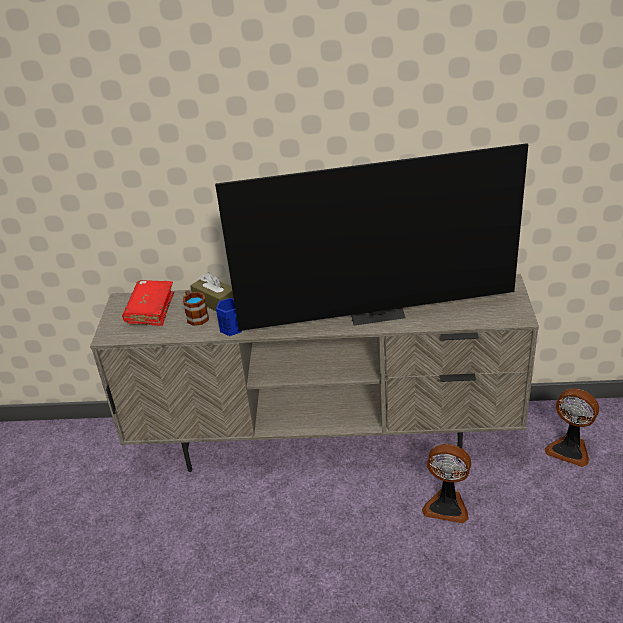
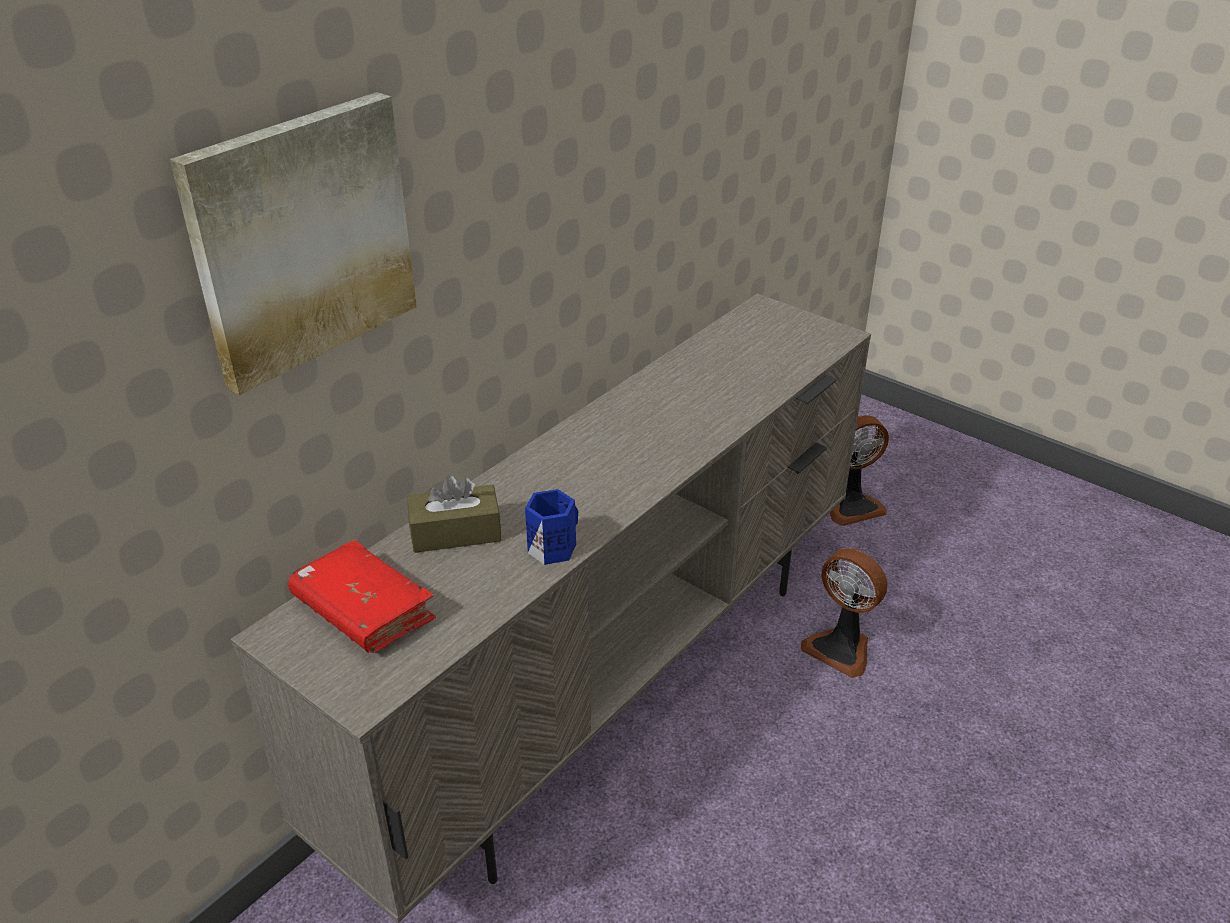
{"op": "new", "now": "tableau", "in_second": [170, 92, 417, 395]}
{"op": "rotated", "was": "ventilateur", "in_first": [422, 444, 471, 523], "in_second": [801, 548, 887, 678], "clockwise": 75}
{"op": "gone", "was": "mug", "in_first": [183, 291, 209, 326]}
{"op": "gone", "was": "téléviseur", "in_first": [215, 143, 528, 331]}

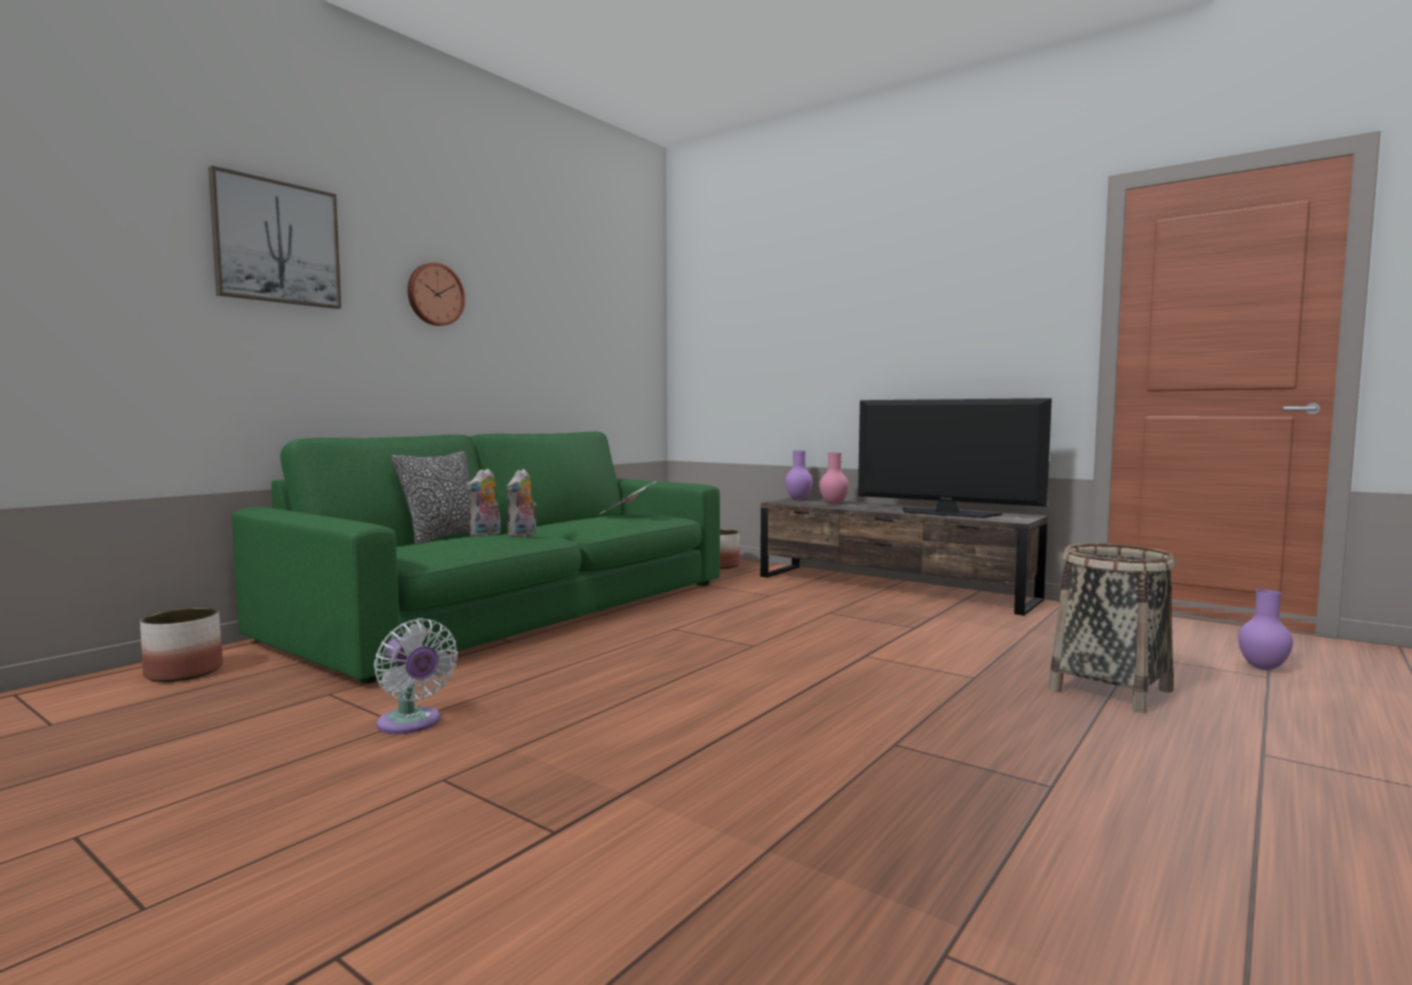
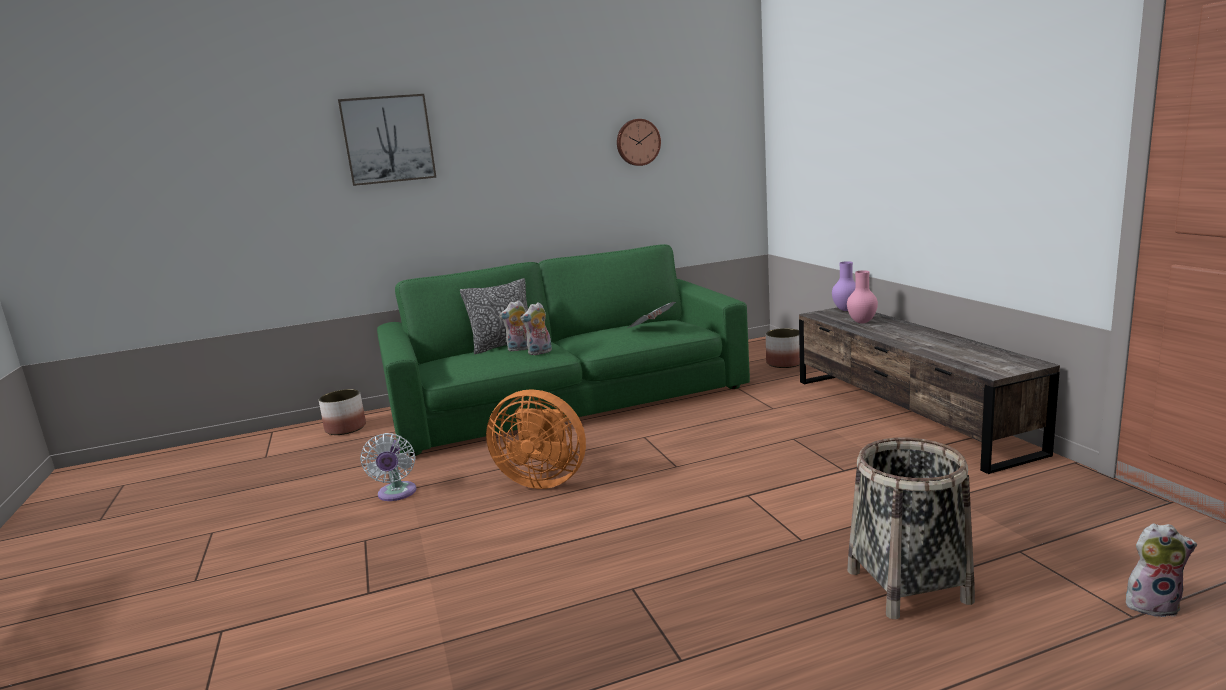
{"op": "new", "now": "ventilateur/orange", "in_second": [486, 389, 586, 489]}
{"op": "shifted", "was": "horloge murale", "in_first": [407, 263, 465, 326], "in_second": [617, 119, 661, 166]}
{"op": "swapped", "was": "vase/violet", "now": "peluche", "in_first": [1238, 589, 1293, 670], "in_second": [1126, 523, 1197, 617]}
{"op": "gone", "was": "téléviseur", "in_first": [858, 398, 1052, 518]}

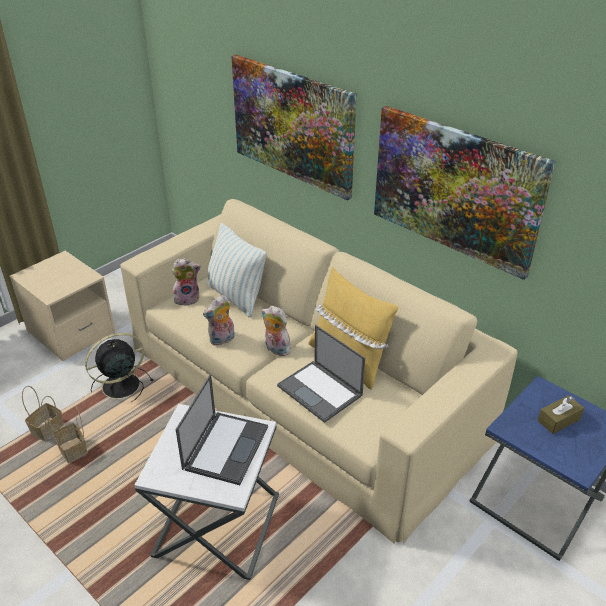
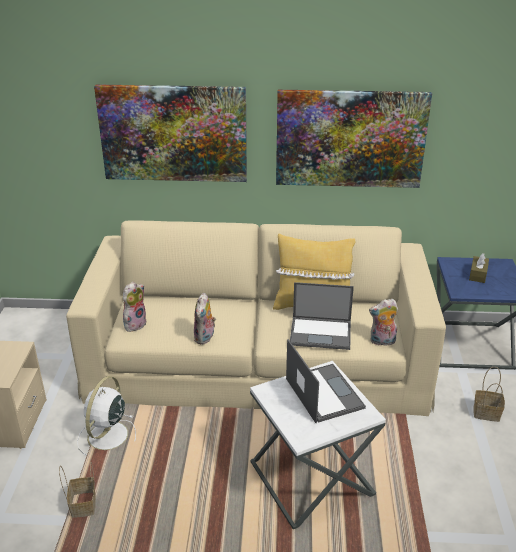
{"op": "repainted", "was": "ventilateur/noir", "now": "ventilateur/blanc", "in_first": [85, 333, 153, 402], "in_second": [77, 376, 136, 456]}
{"op": "shifted", "was": "peluche", "in_first": [261, 306, 291, 356], "in_second": [369, 299, 398, 346]}
{"op": "shifted", "was": "panier", "in_first": [47, 406, 88, 463], "in_second": [473, 367, 505, 422]}
{"op": "gone", "was": "coussin", "in_first": [207, 223, 267, 317]}

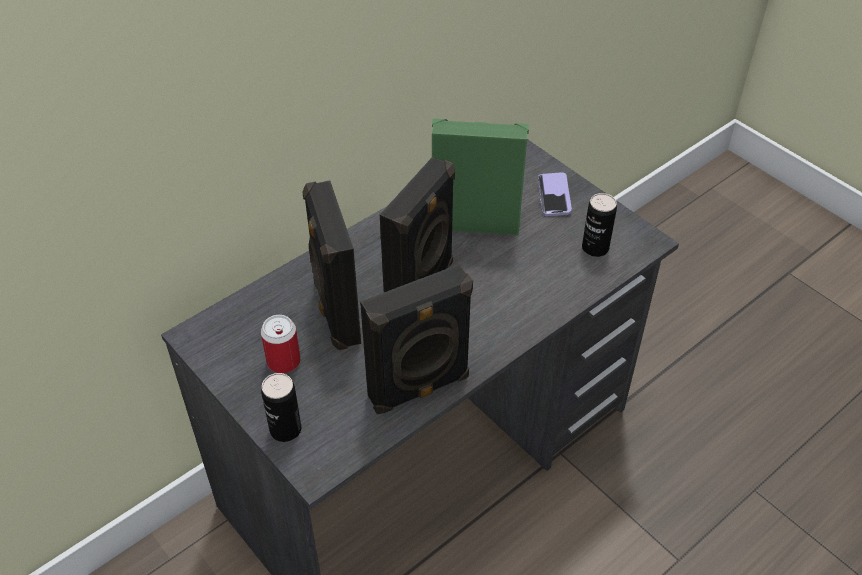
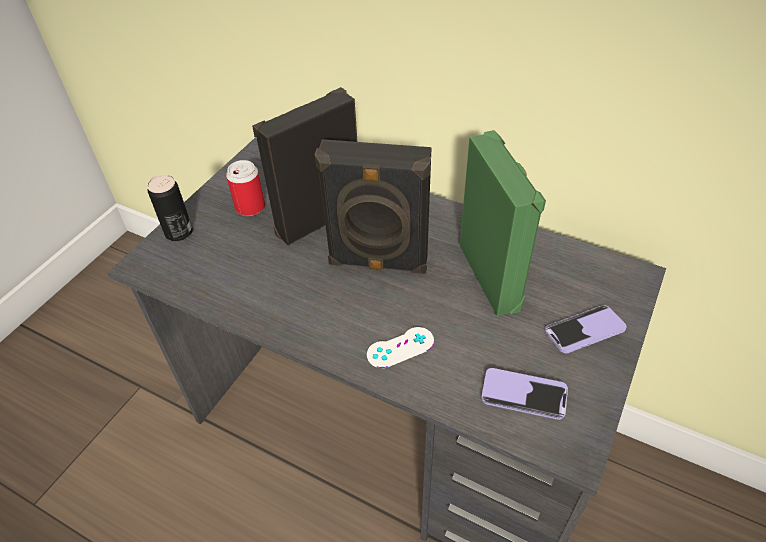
{"op": "new", "now": "manette/blanc", "in_second": [367, 327, 434, 368]}
{"op": "swapped", "was": "boîte métallique", "now": "téléphone", "in_first": [582, 193, 617, 257], "in_second": [481, 368, 568, 420]}
{"op": "gone", "was": "enceinte/noir", "in_first": [360, 264, 473, 414]}

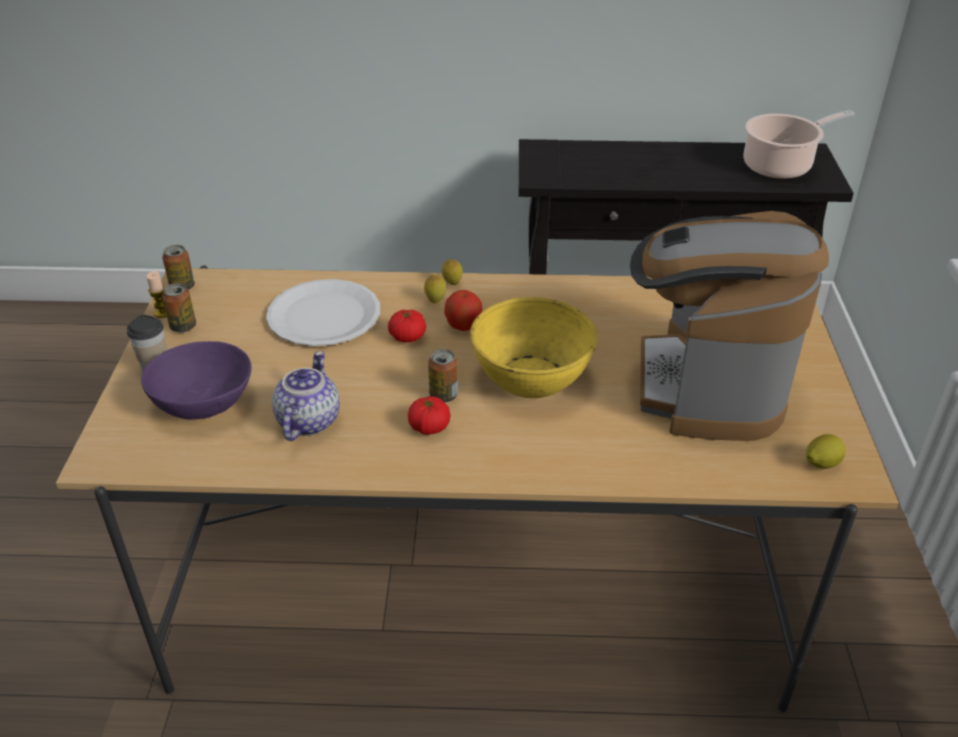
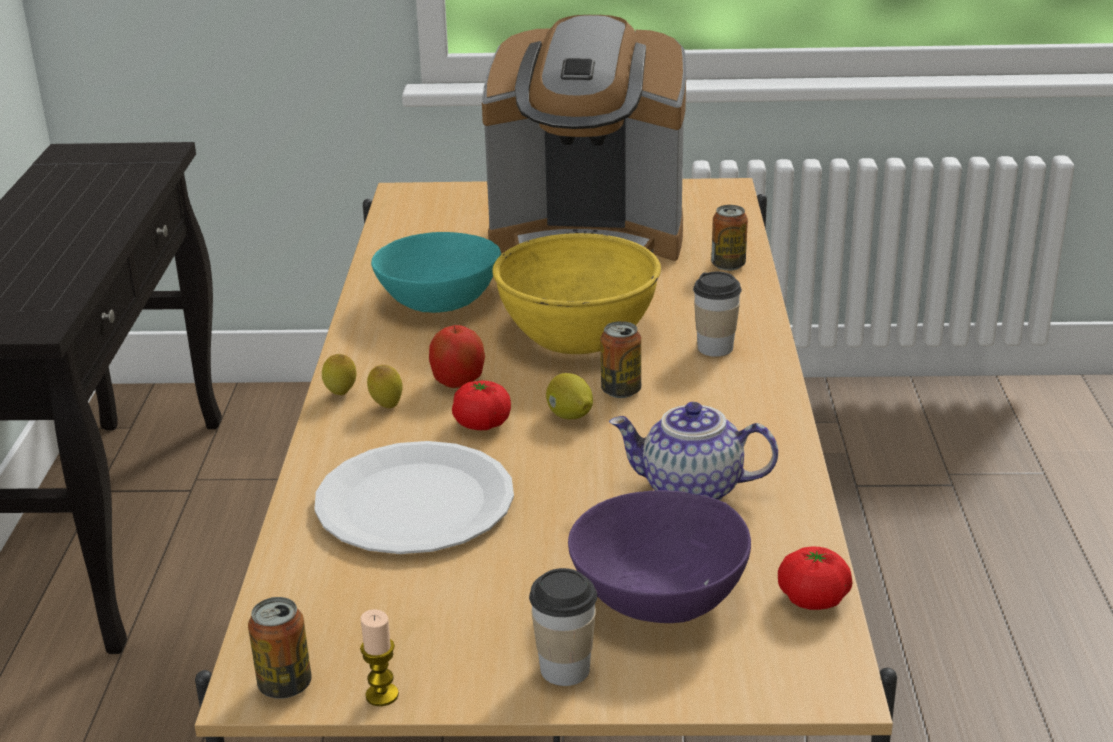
{"op": "new", "now": "bol/turquoise", "in_second": [371, 232, 501, 313]}
{"op": "shifted", "was": "citron", "in_first": [806, 434, 846, 469], "in_second": [546, 373, 593, 419]}
{"op": "new", "now": "tasse", "in_second": [693, 272, 742, 357]}
{"op": "shifted", "was": "boîte métallique", "in_first": [162, 283, 196, 333], "in_second": [711, 205, 748, 271]}
{"op": "shifted", "was": "tomate", "in_first": [408, 396, 450, 435], "in_second": [778, 547, 853, 610]}
{"op": "gone", "was": "marmite", "in_first": [744, 110, 855, 179]}

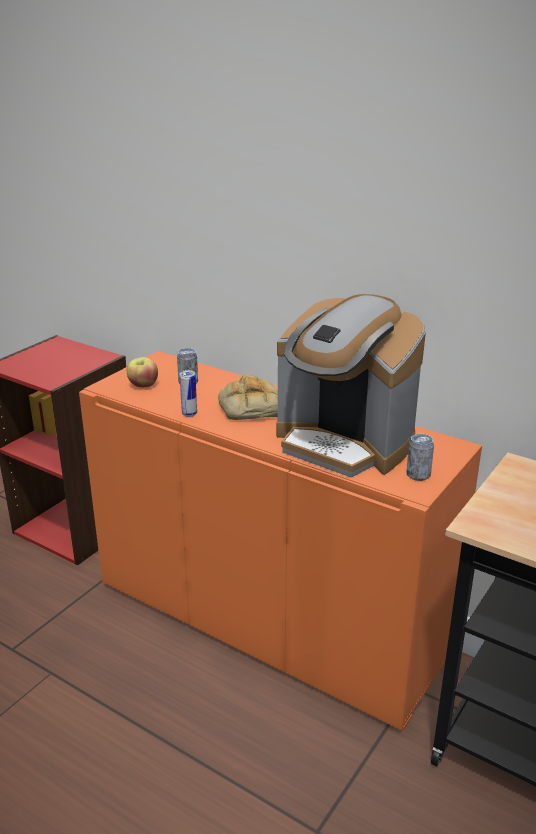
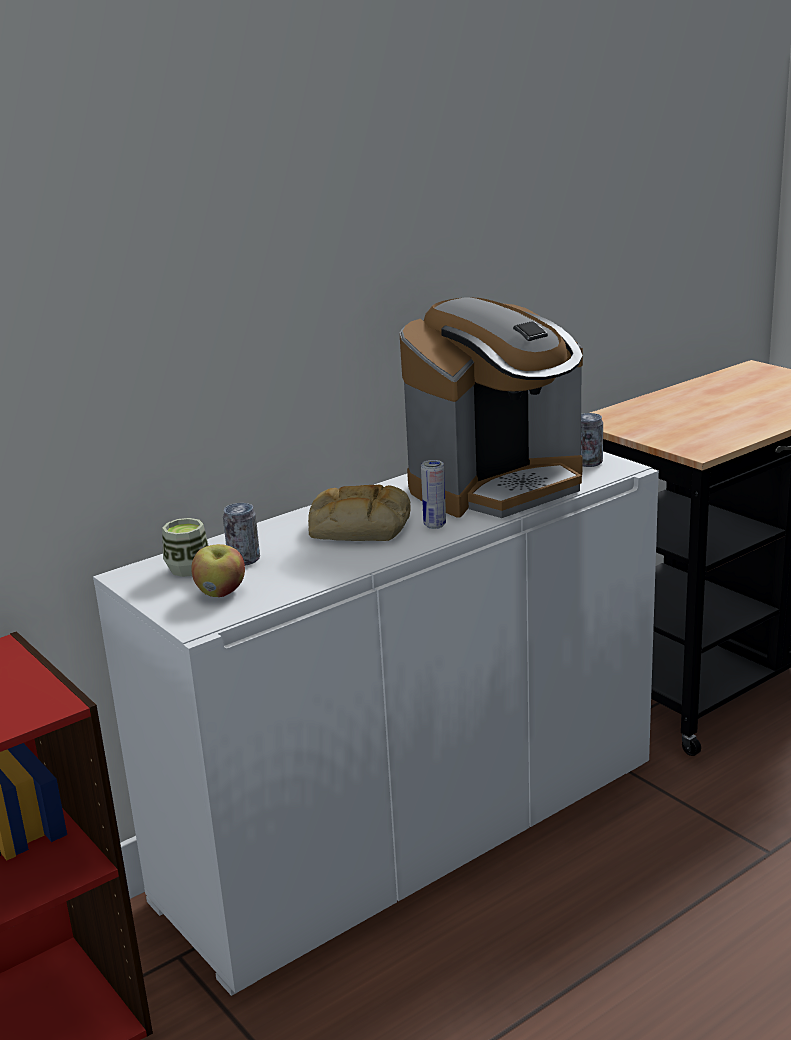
{"op": "repainted", "was": "meuble de rangement/orange", "now": "meuble de rangement/blanc", "in_first": [79, 351, 482, 731], "in_second": [93, 451, 659, 996]}
{"op": "new", "now": "tasse", "in_second": [162, 518, 209, 577]}
{"op": "shifted", "was": "boîte métallique", "in_first": [180, 370, 197, 417], "in_second": [421, 460, 446, 529]}

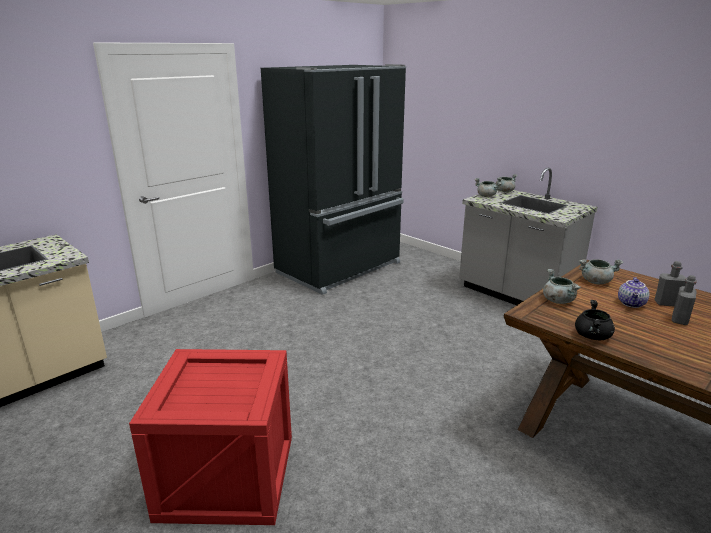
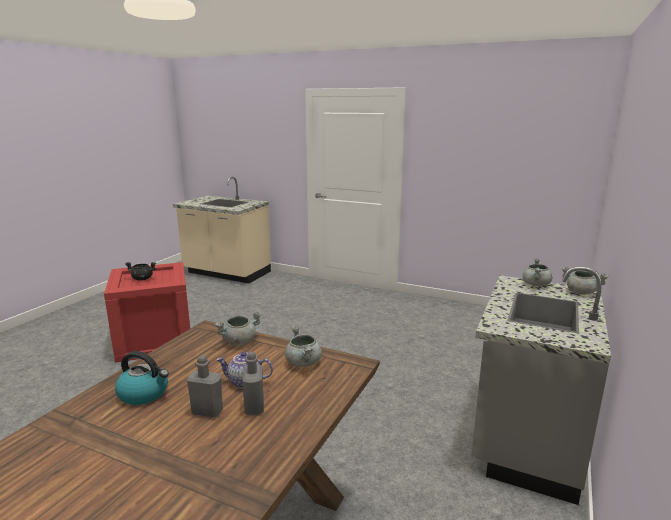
{"op": "new", "now": "bouilloire", "in_second": [115, 351, 169, 405]}
{"op": "shifted", "was": "marmite/noir", "in_first": [575, 300, 615, 340], "in_second": [125, 262, 156, 281]}
{"op": "gone", "was": "réfrigérateur/noir", "in_first": [261, 64, 406, 295]}

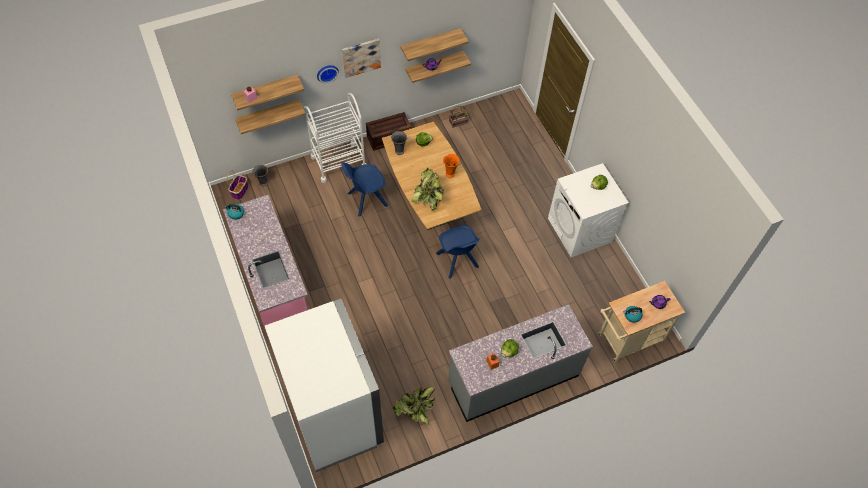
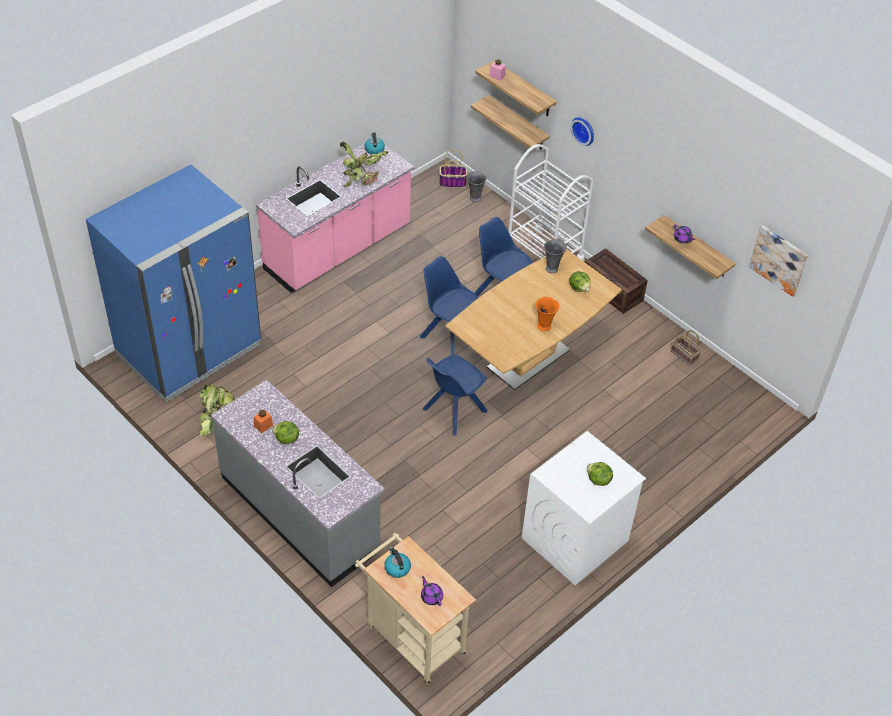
{"op": "repainted", "was": "réfrigérateur/blanc", "now": "réfrigérateur/bleu", "in_first": [265, 298, 384, 472], "in_second": [86, 164, 261, 402]}
{"op": "shifted", "was": "plante en pot", "in_first": [411, 168, 444, 211], "in_second": [340, 141, 388, 187]}
{"op": "new", "now": "chaise/bleu", "in_second": [420, 256, 479, 355]}
{"op": "shifted", "was": "tableau", "in_first": [342, 39, 381, 78], "in_second": [749, 225, 808, 297]}
{"op": "gone", "was": "étagère", "in_first": [400, 28, 469, 61]}

